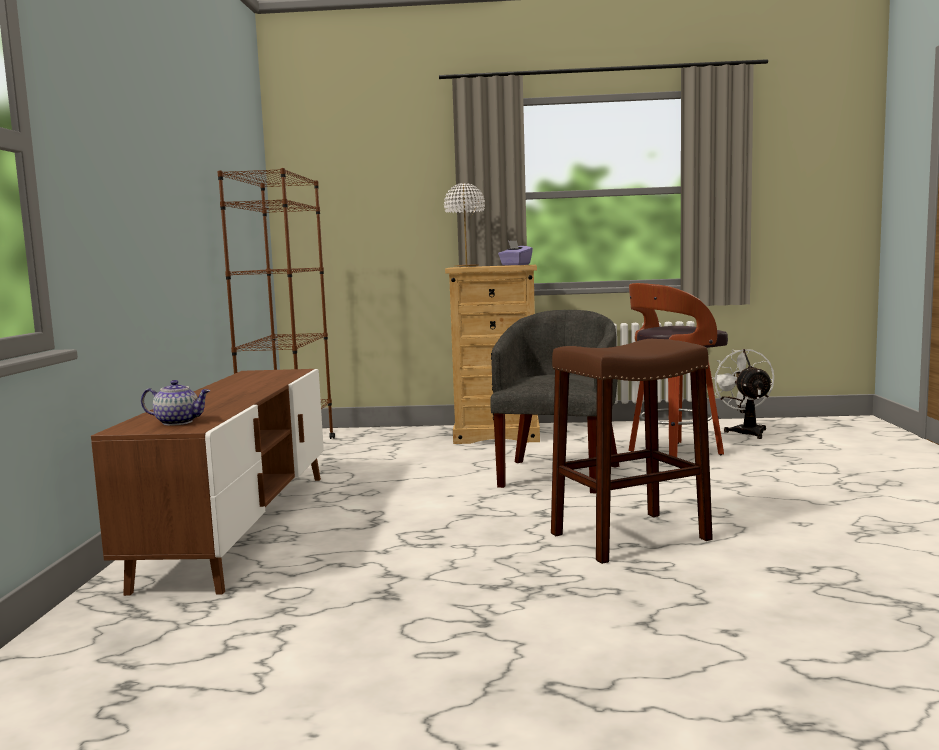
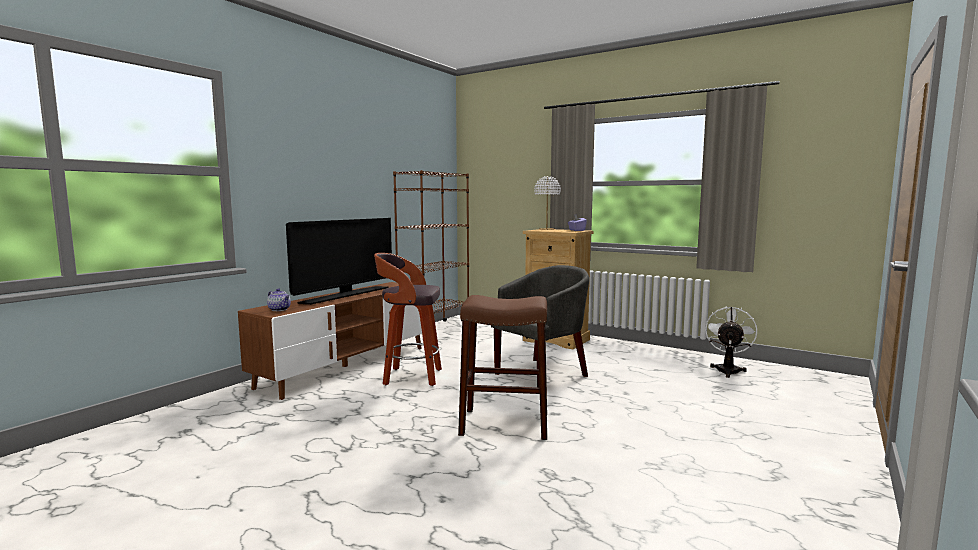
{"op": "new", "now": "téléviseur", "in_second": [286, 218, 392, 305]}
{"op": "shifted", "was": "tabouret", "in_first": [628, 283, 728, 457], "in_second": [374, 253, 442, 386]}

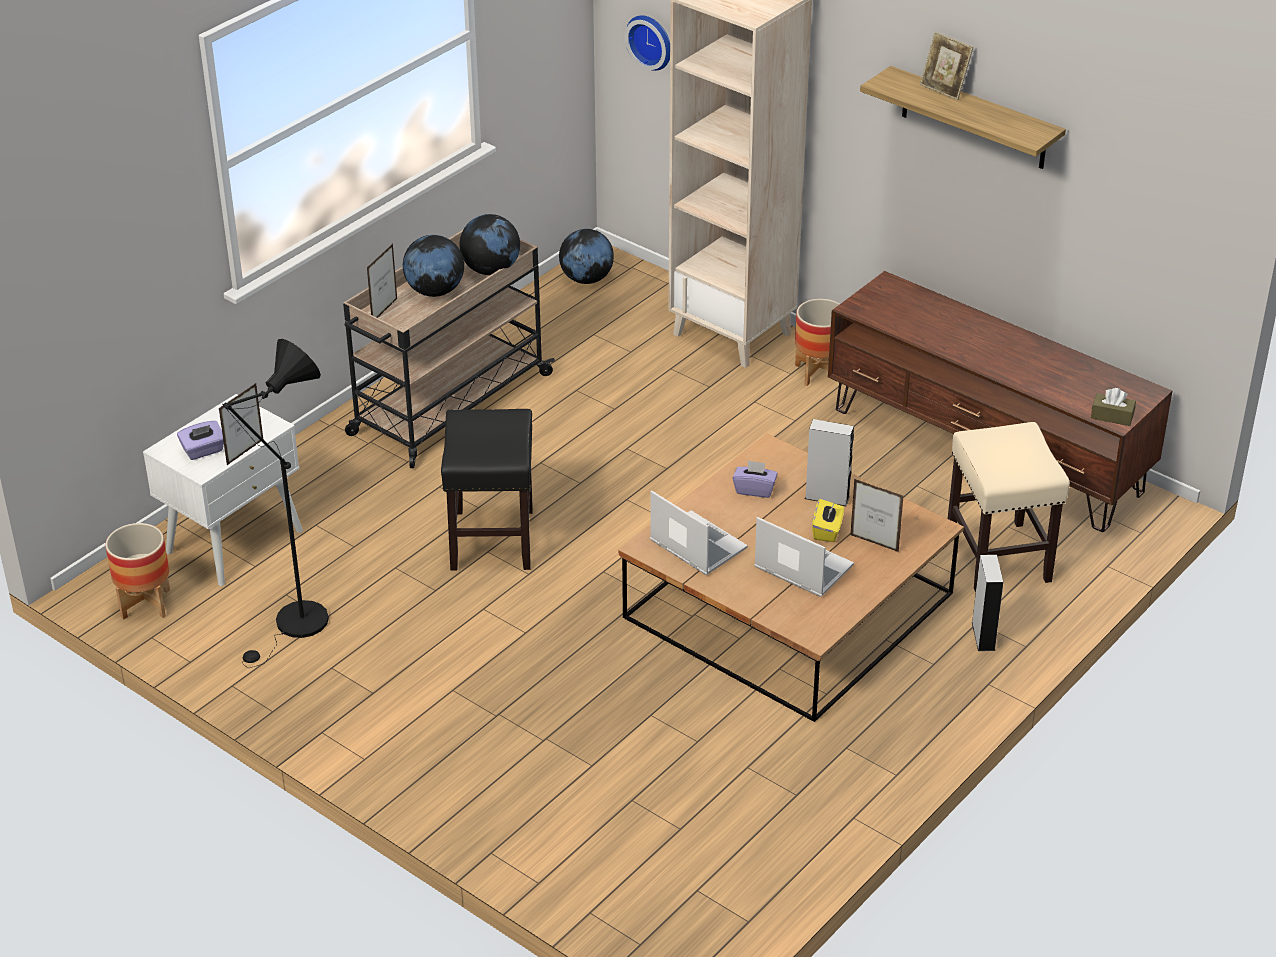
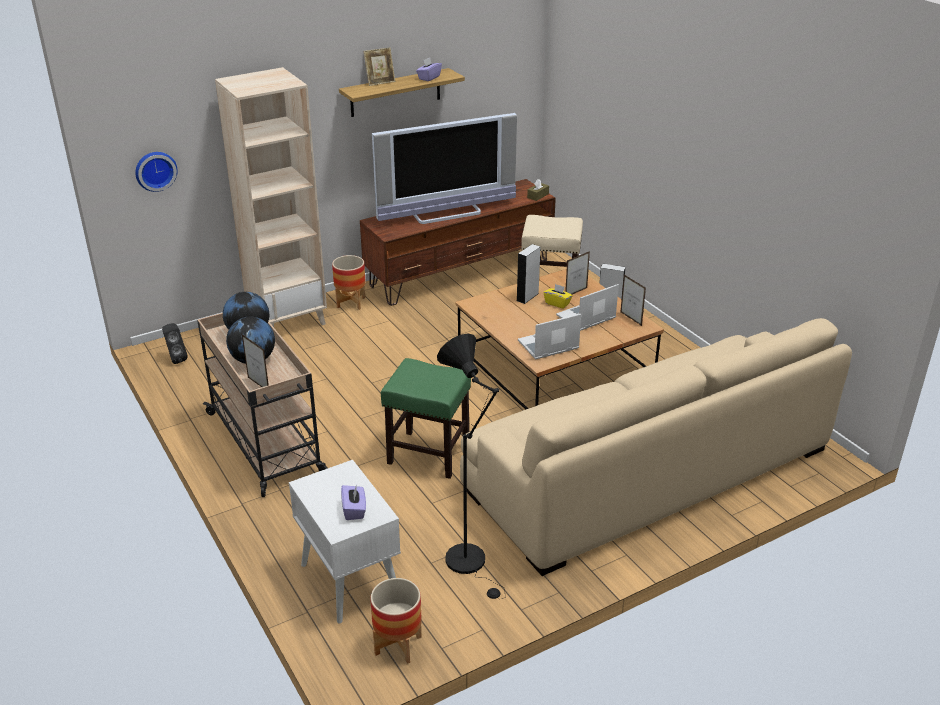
{"op": "swapped", "was": "globe", "now": "enceinte/noir", "in_first": [559, 229, 614, 284], "in_second": [162, 323, 188, 364]}
{"op": "new", "now": "téléviseur", "in_second": [372, 113, 517, 224]}
{"op": "repainted", "was": "tabouret/noir", "now": "tabouret/vert", "in_first": [441, 409, 533, 571], "in_second": [381, 358, 471, 479]}
{"op": "shifted", "was": "boîte à mouchoirs/violet", "in_first": [732, 460, 778, 498], "in_second": [416, 57, 442, 81]}
{"op": "new", "now": "canapé/beige", "in_second": [460, 318, 852, 576]}
{"op": "shifted", "was": "cadre photo", "in_first": [219, 383, 264, 465], "in_second": [621, 275, 646, 326]}

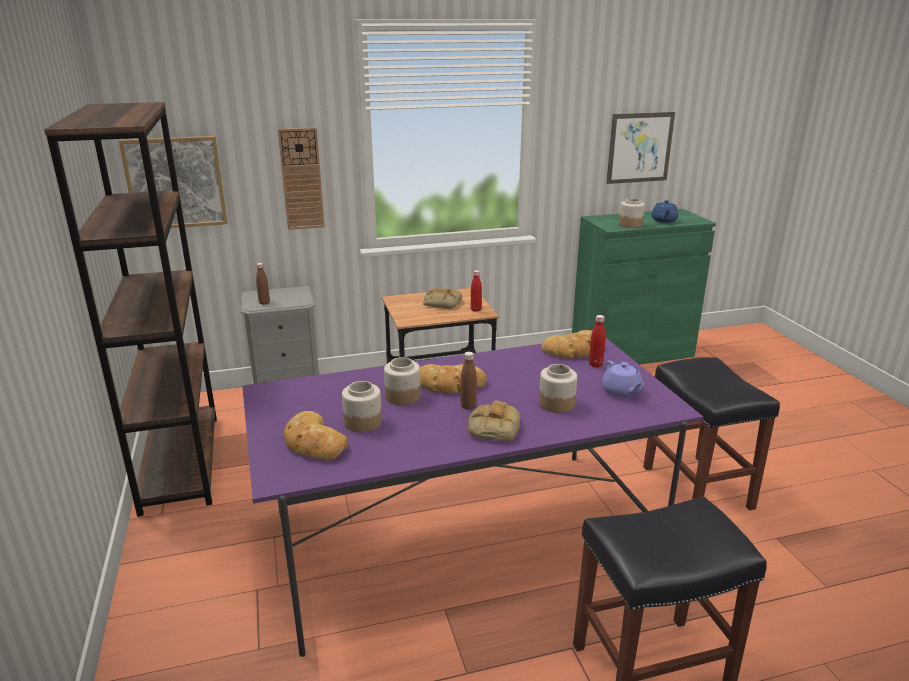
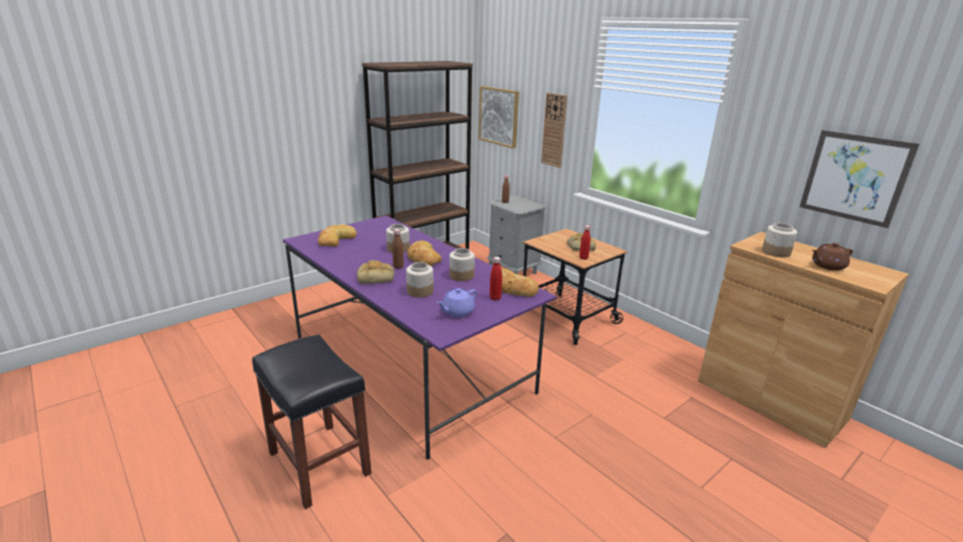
{"op": "shifted", "was": "bocal", "in_first": [342, 381, 382, 432], "in_second": [449, 248, 475, 281]}
{"op": "repainted", "was": "meuble de rangement/vert", "now": "meuble de rangement/marron", "in_first": [572, 209, 716, 364], "in_second": [698, 232, 909, 448]}
{"op": "repainted", "was": "théière/bleu", "now": "théière/marron", "in_first": [651, 200, 678, 223], "in_second": [812, 243, 853, 271]}
{"op": "gone", "was": "tabouret/noir", "in_first": [643, 357, 780, 510]}

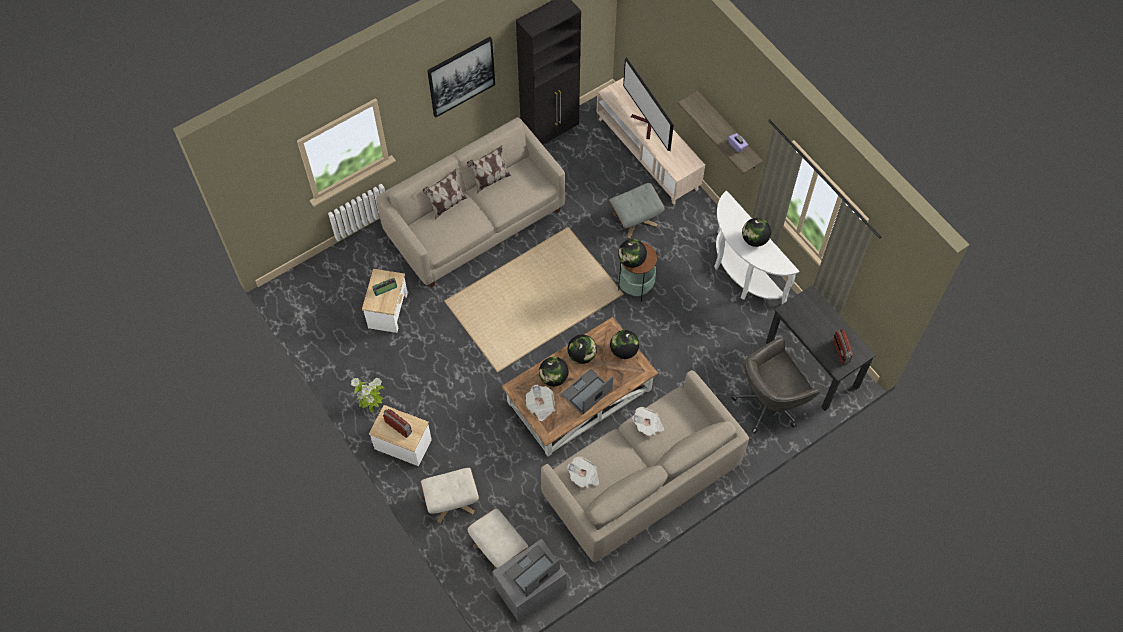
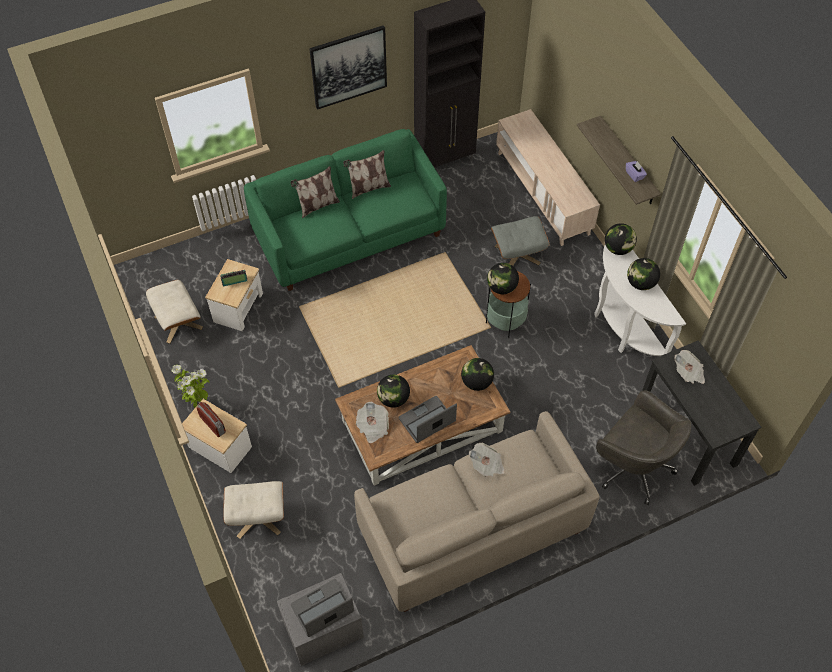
{"op": "shifted", "was": "pouf/beige", "in_first": [467, 508, 529, 570], "in_second": [146, 280, 203, 344]}
{"op": "repainted", "was": "canapé/beige", "now": "canapé/vert", "in_first": [376, 117, 565, 287], "in_second": [244, 129, 447, 291]}
{"op": "rotated", "was": "chaise de bureau/gris", "in_first": [731, 337, 820, 434], "in_second": [596, 390, 691, 505], "clockwise": -120}
{"op": "shifted", "was": "globe", "in_first": [568, 335, 597, 364], "in_second": [605, 223, 637, 255]}
{"op": "shifted", "was": "journal", "in_first": [568, 456, 599, 488], "in_second": [674, 350, 705, 384]}
{"op": "gone", "was": "téléviseur", "in_first": [623, 57, 674, 151]}
{"op": "gone", "was": "radio", "in_first": [833, 329, 853, 364]}

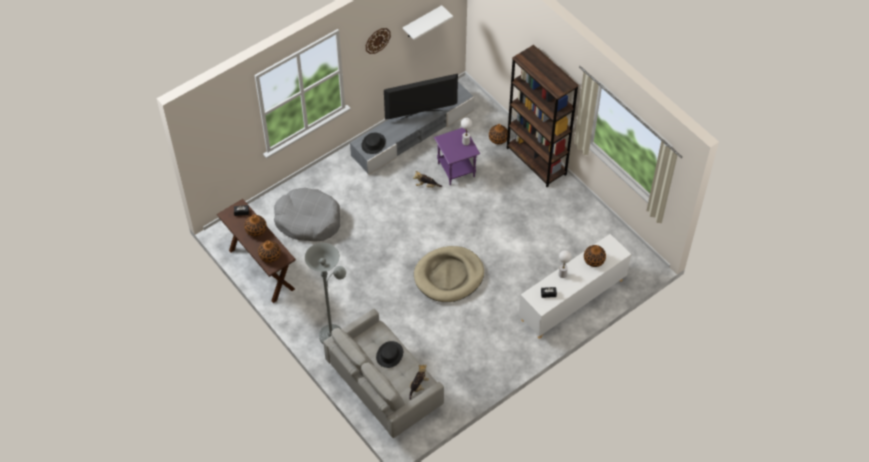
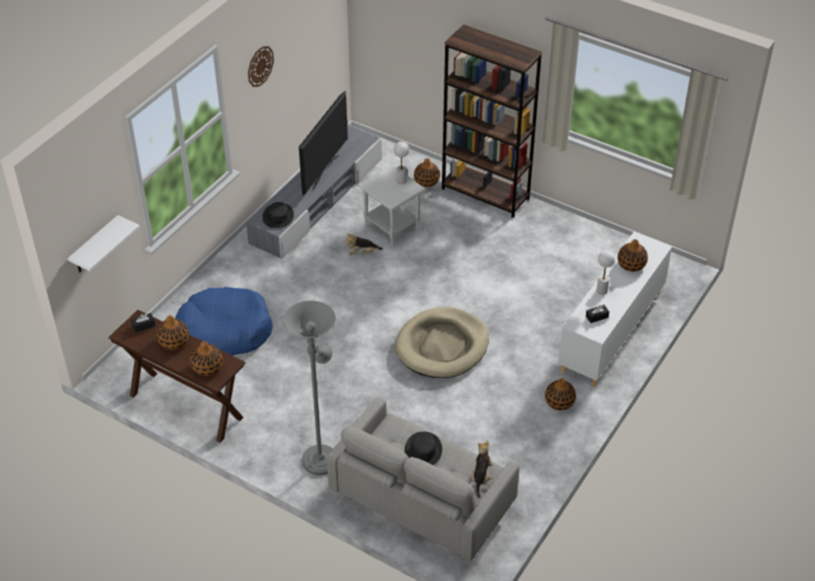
{"op": "shifted", "was": "étagère/blanc", "in_first": [403, 5, 453, 40], "in_second": [68, 215, 140, 272]}
{"op": "repainted", "was": "panier pour chien/gris", "now": "panier pour chien/bleu", "in_first": [274, 188, 340, 242], "in_second": [175, 287, 273, 355]}
{"op": "rotated", "was": "téléviseur", "in_first": [384, 74, 458, 120], "in_second": [299, 91, 348, 196], "clockwise": 150}
{"op": "repainted", "was": "table d'appoint/violet", "now": "table d'appoint/blanc", "in_first": [434, 128, 480, 185], "in_second": [358, 165, 425, 245]}
{"op": "new", "now": "vase", "in_second": [545, 378, 576, 410]}

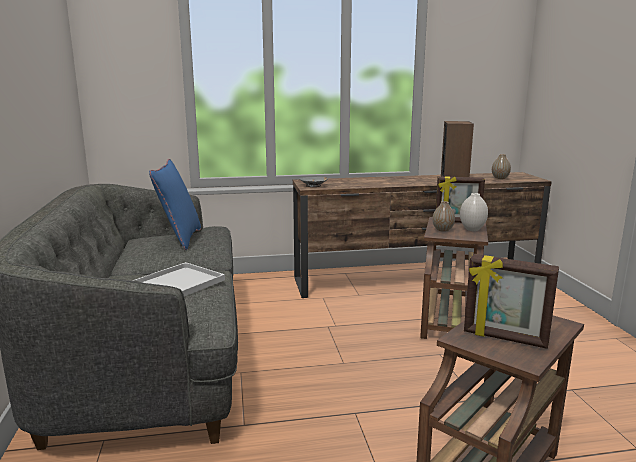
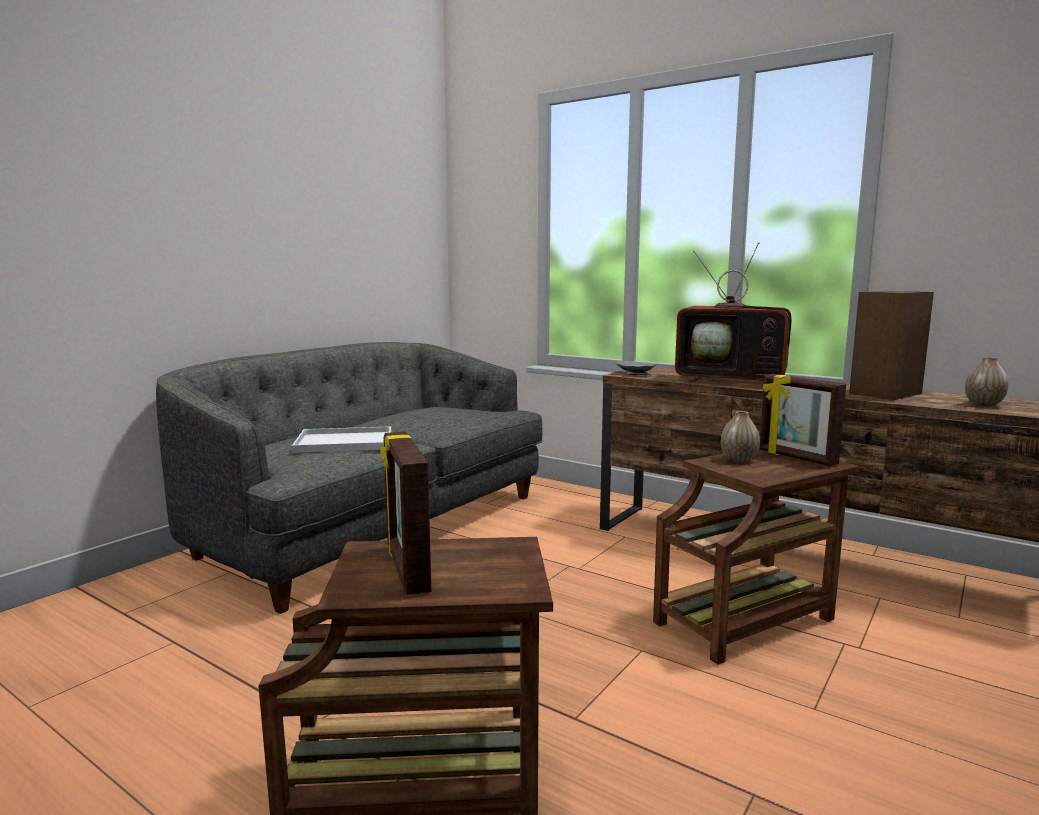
{"op": "new", "now": "téléviseur", "in_second": [675, 242, 791, 386]}
{"op": "gone", "was": "coussin/bleu", "in_first": [149, 159, 201, 250]}
{"op": "gone", "was": "vase/blanc", "in_first": [460, 193, 488, 231]}

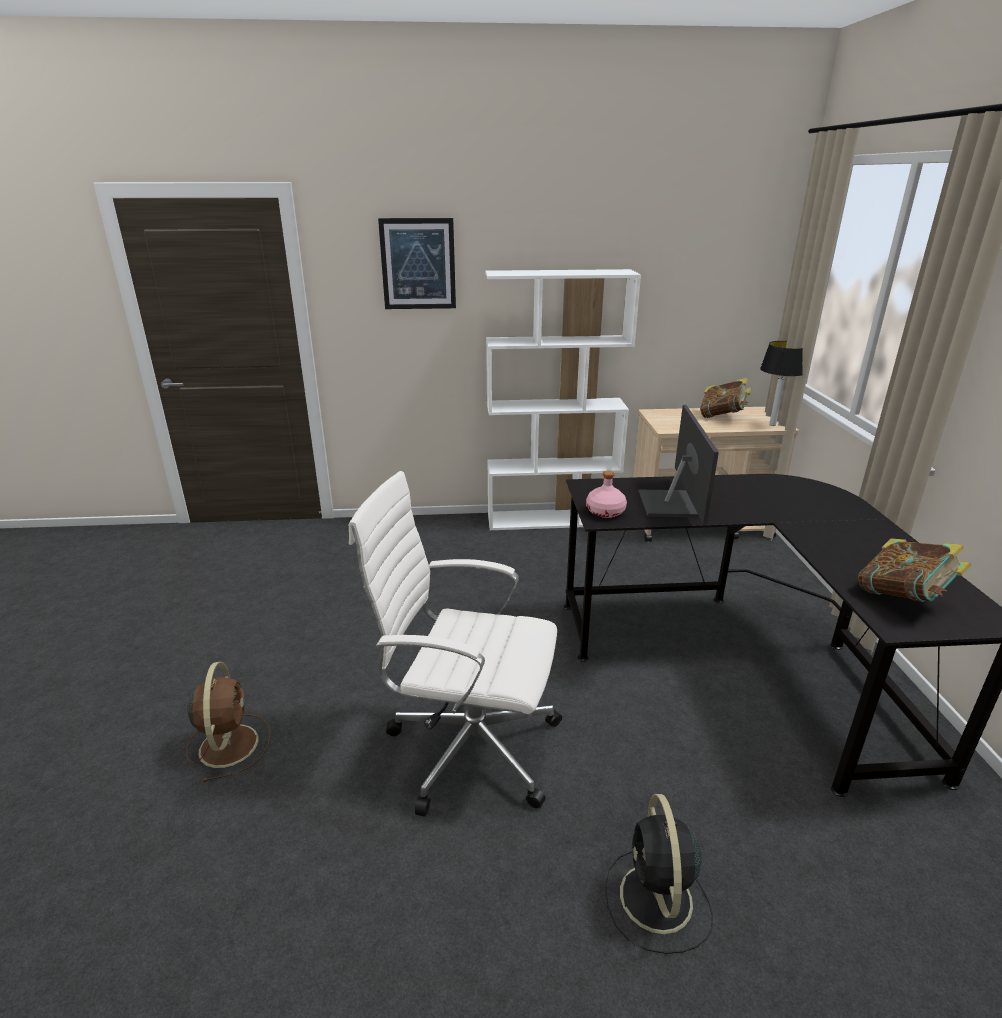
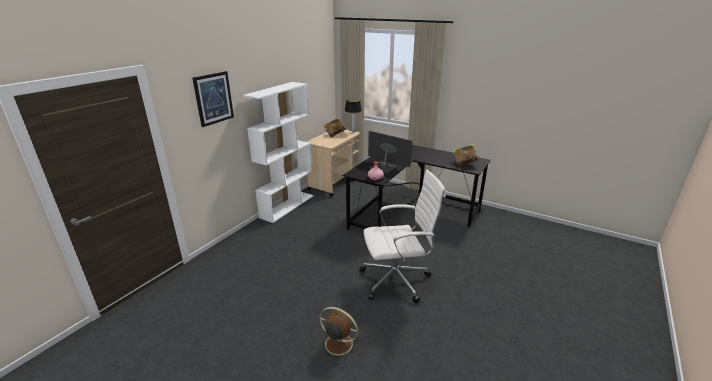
{"op": "rotated", "was": "chaise de bureau/blanc", "in_first": [349, 471, 562, 817], "in_second": [359, 170, 446, 303], "clockwise": -150}
{"op": "gone", "was": "ventilateur/noir", "in_first": [605, 794, 713, 954]}

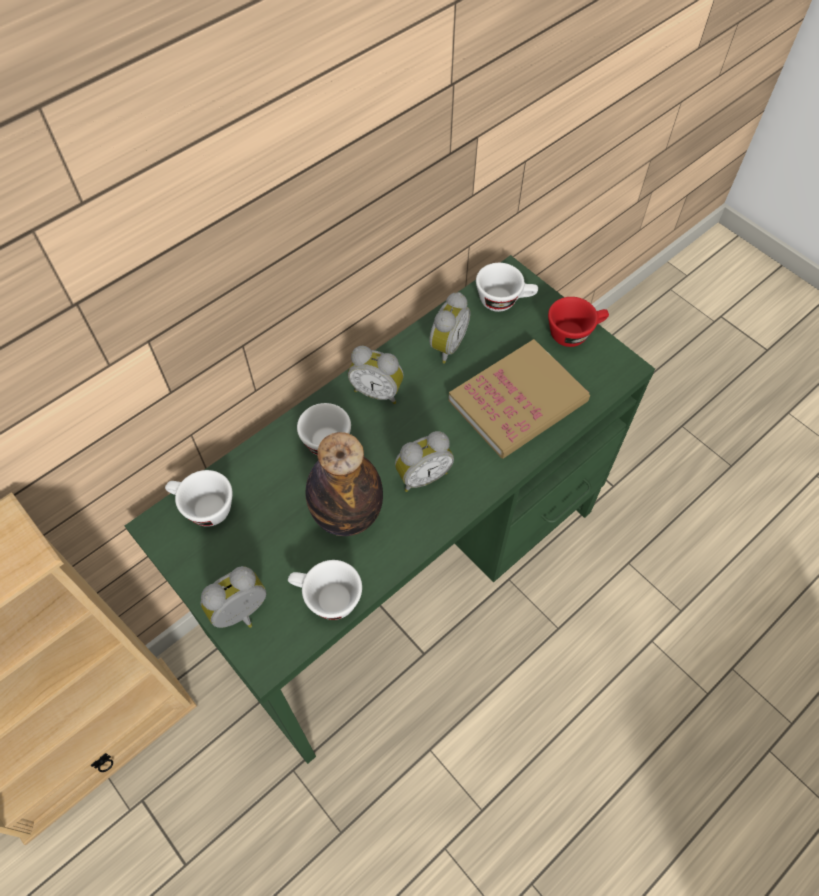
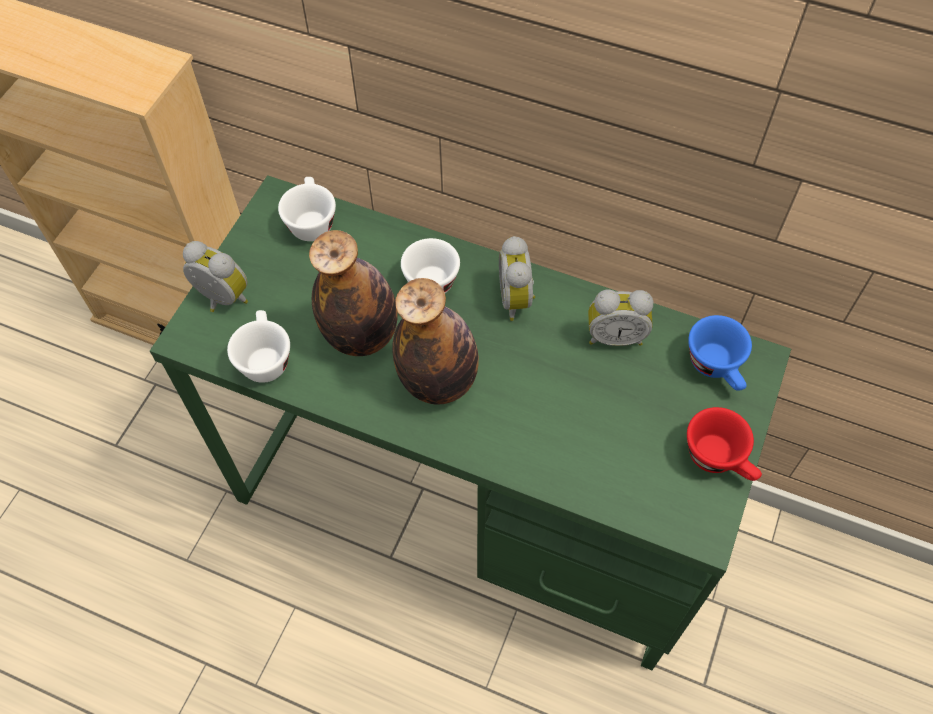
{"op": "swapped", "was": "réveil", "now": "bouteille", "in_first": [395, 431, 454, 492], "in_second": [392, 278, 479, 404]}
{"op": "repainted", "was": "tasse/blanc", "now": "tasse/bleu", "in_first": [476, 263, 538, 312], "in_second": [688, 315, 752, 391]}
{"op": "gone", "was": "livre", "in_first": [448, 339, 590, 459]}

